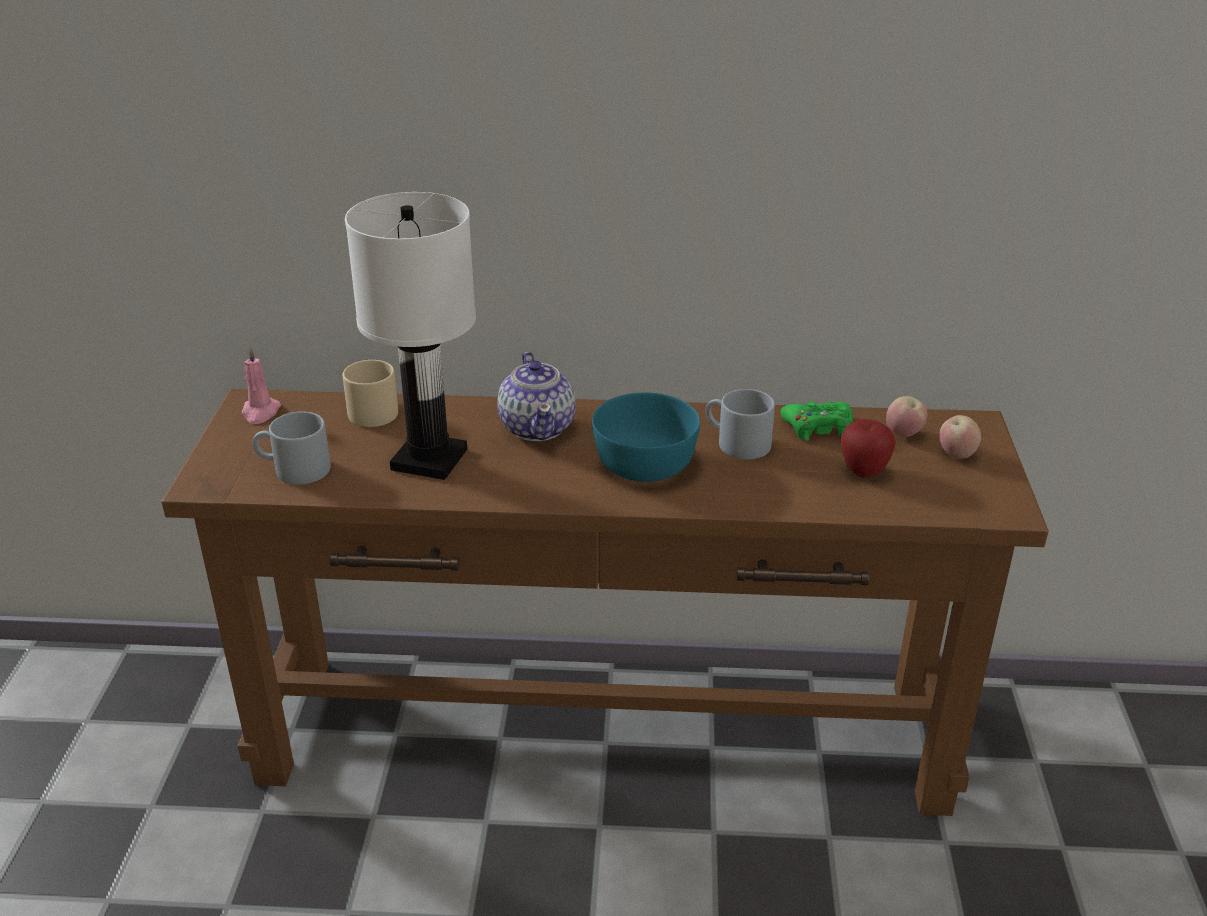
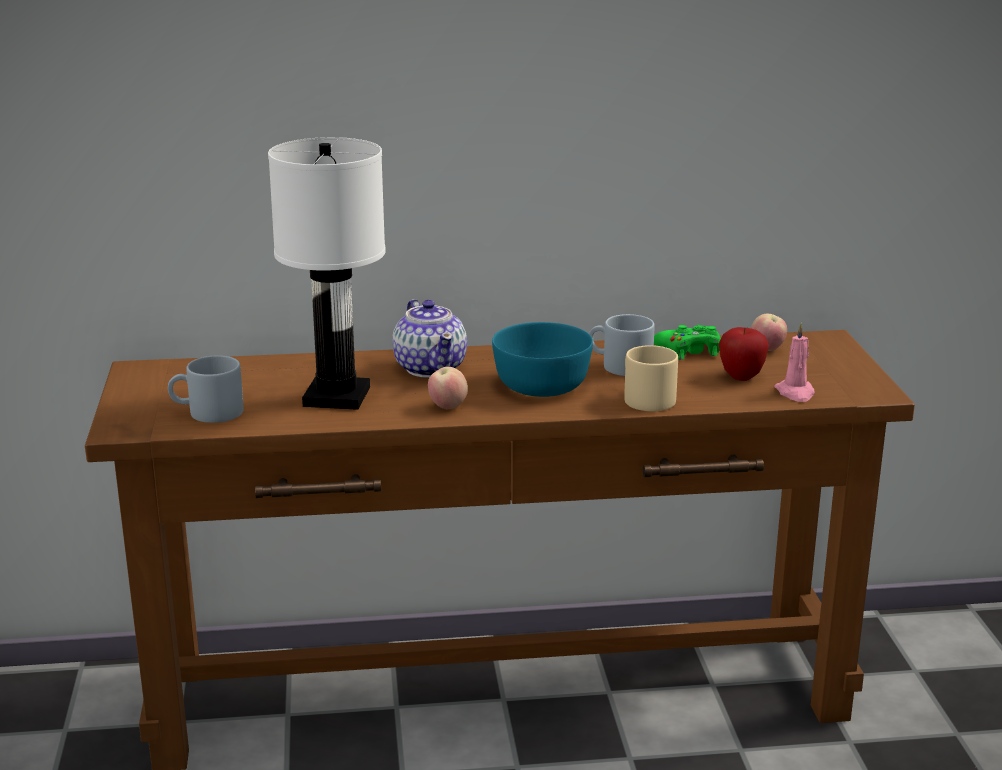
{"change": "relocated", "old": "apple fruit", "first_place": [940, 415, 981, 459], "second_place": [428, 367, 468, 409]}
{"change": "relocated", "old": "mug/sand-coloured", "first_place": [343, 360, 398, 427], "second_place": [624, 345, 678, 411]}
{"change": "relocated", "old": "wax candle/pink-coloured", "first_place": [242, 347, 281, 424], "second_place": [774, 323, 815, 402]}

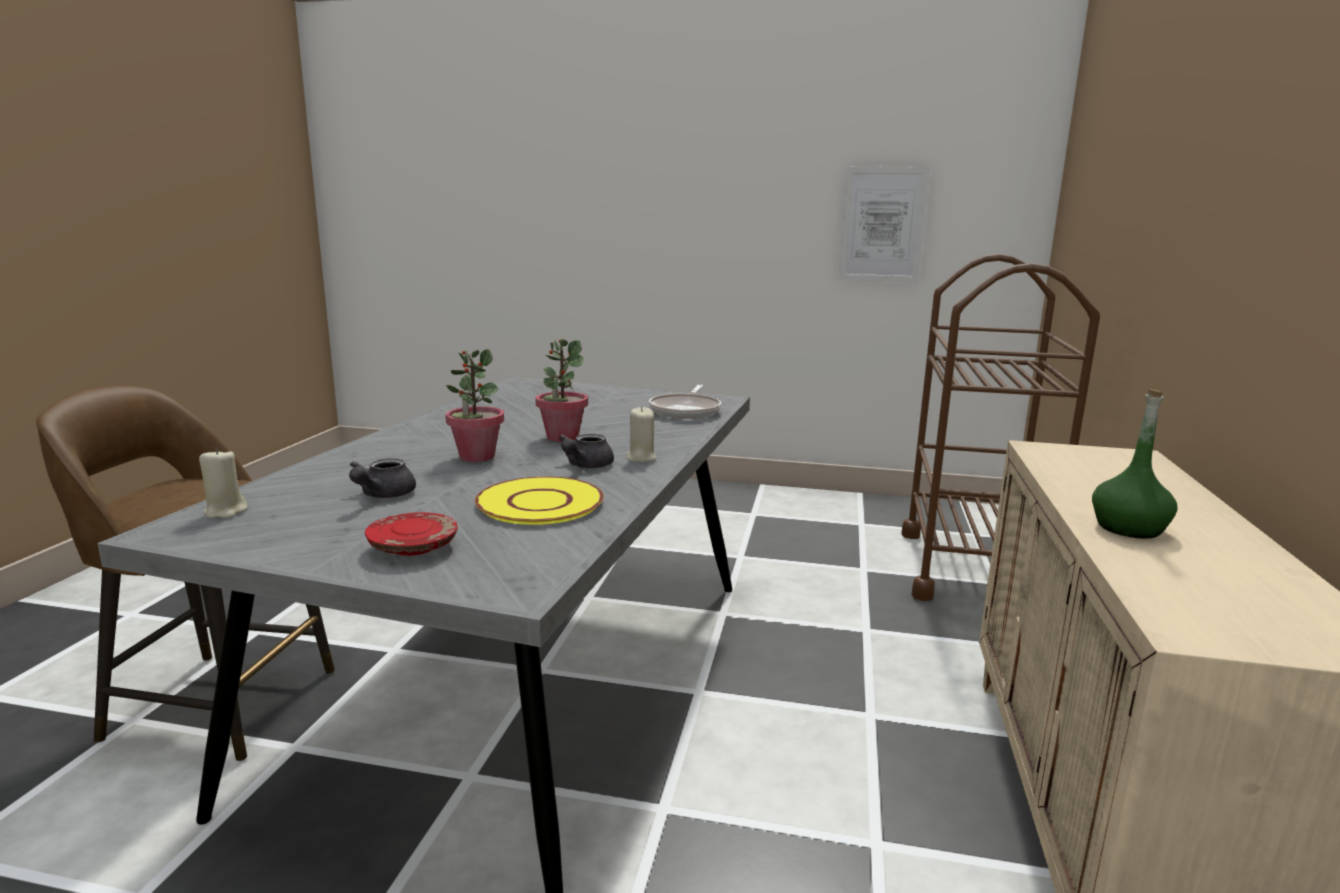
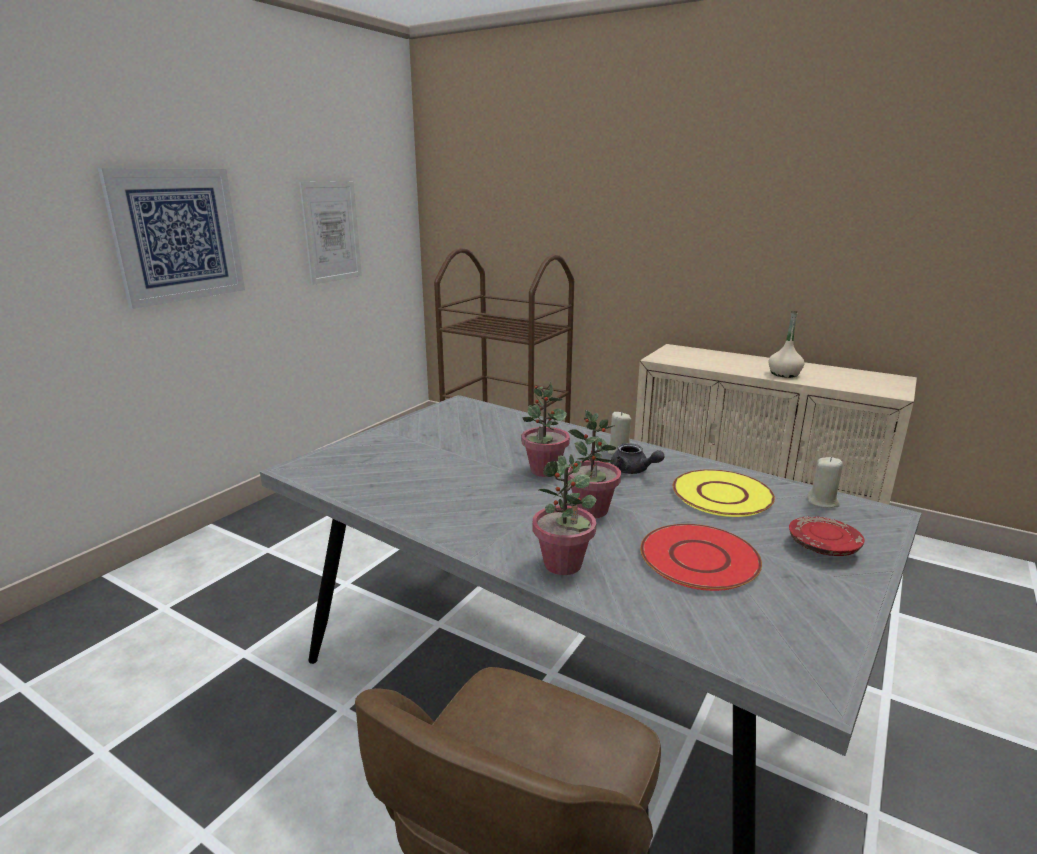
{"change": "appeared", "new": "wall picture", "second_place": [98, 168, 245, 309]}
{"change": "appeared", "new": "potted plant", "second_place": [533, 454, 597, 575]}
{"change": "exchanged", "old": "tea pot/grey", "new": "flat dish/reddish", "first_place": [349, 458, 416, 498], "second_place": [640, 524, 762, 591]}
{"change": "colour", "old": "beverage bottle/greenish", "new": "beverage bottle/sand-coloured", "first_place": [1092, 389, 1178, 539], "second_place": [768, 311, 805, 378]}
{"change": "relocated", "old": "wax candle/sand-coloured", "first_place": [199, 448, 248, 518], "second_place": [807, 457, 843, 508]}
{"change": "missing", "old": "frying pan", "first_place": [649, 385, 721, 419]}

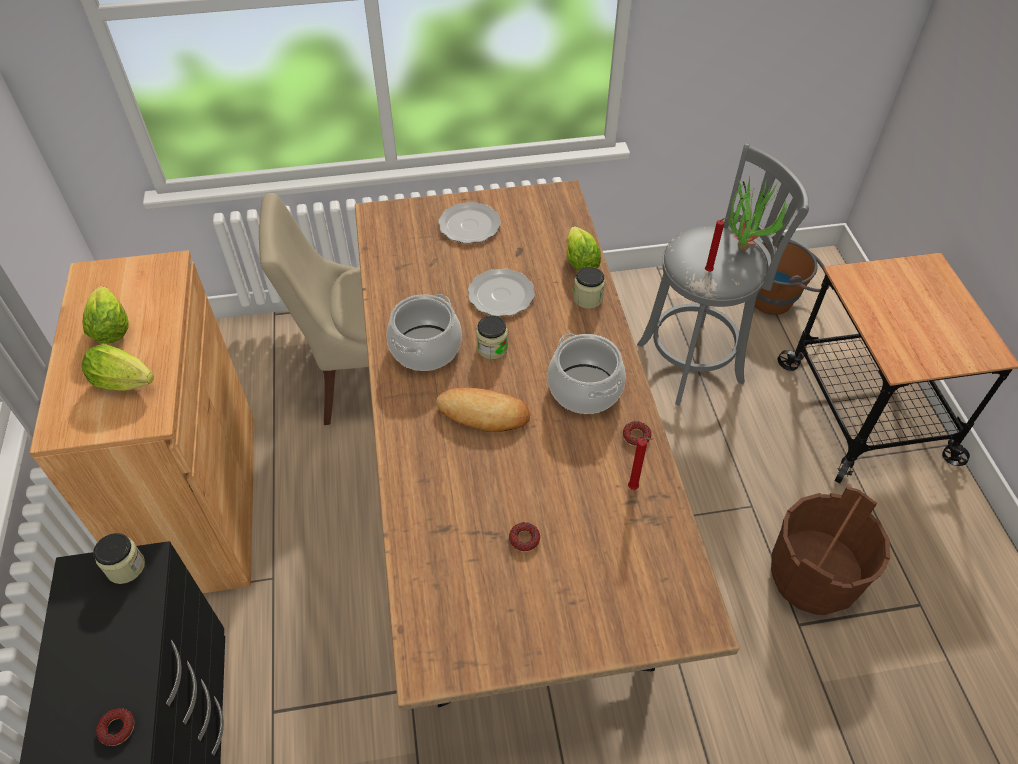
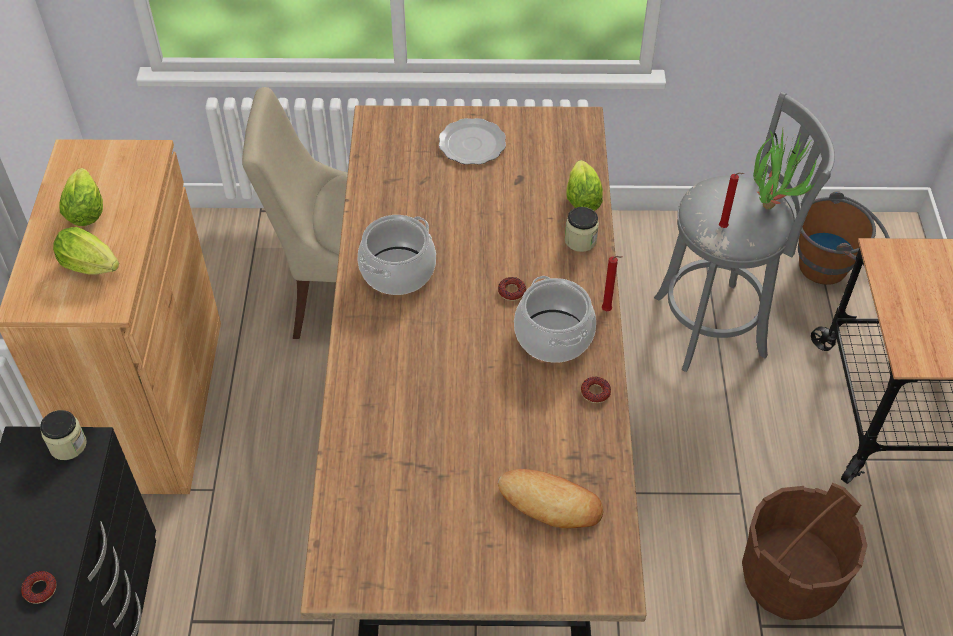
{"change": "relocated", "old": "doughnut", "first_place": [509, 522, 540, 552], "second_place": [498, 277, 526, 301]}
{"change": "relocated", "old": "bread", "first_place": [436, 387, 530, 432], "second_place": [498, 469, 603, 528]}
{"change": "relocated", "old": "wax candle/reddish", "first_place": [628, 438, 653, 490], "second_place": [602, 256, 622, 311]}
{"change": "missing", "old": "flat dish", "first_place": [468, 269, 535, 317]}
{"change": "missing", "old": "storage jar", "first_place": [476, 315, 508, 359]}

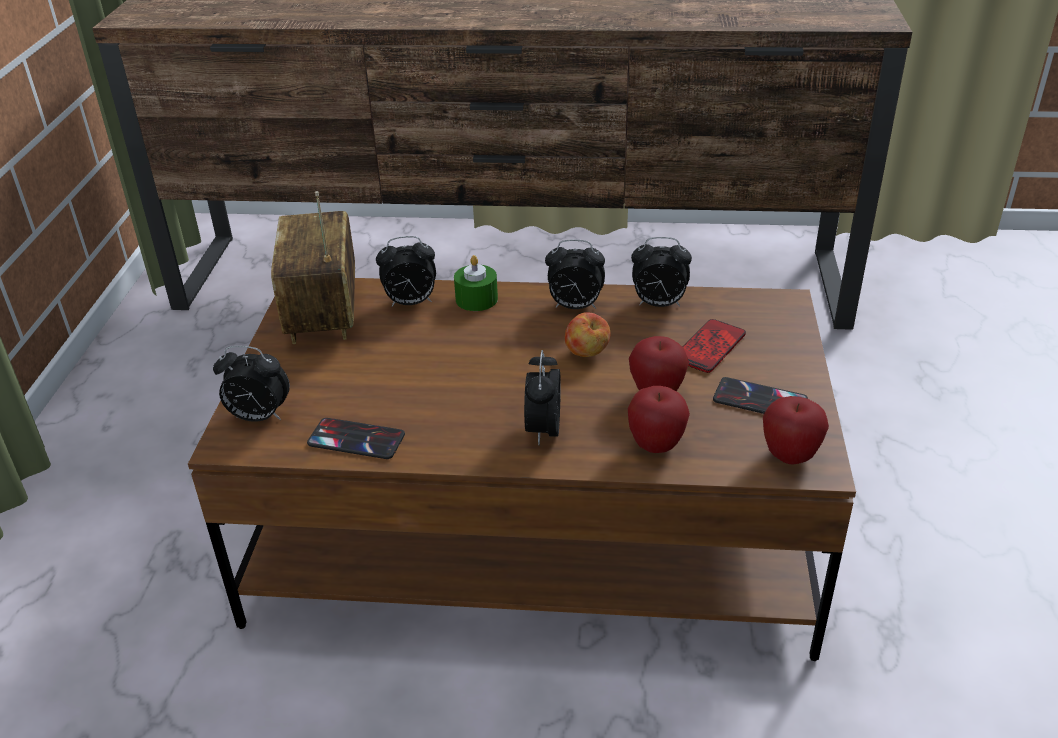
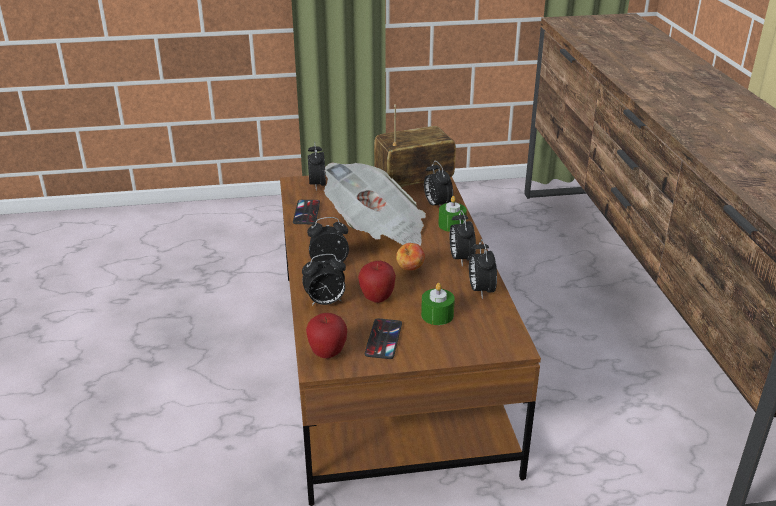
{"change": "exchanged", "old": "apple fruit", "new": "bedside clock", "first_place": [628, 386, 690, 453], "second_place": [302, 254, 346, 306]}
{"change": "appeared", "new": "daily paper", "second_place": [324, 163, 426, 246]}
{"change": "exchanged", "old": "handset", "new": "wax candle/greenish", "first_place": [683, 319, 746, 373], "second_place": [421, 283, 455, 325]}

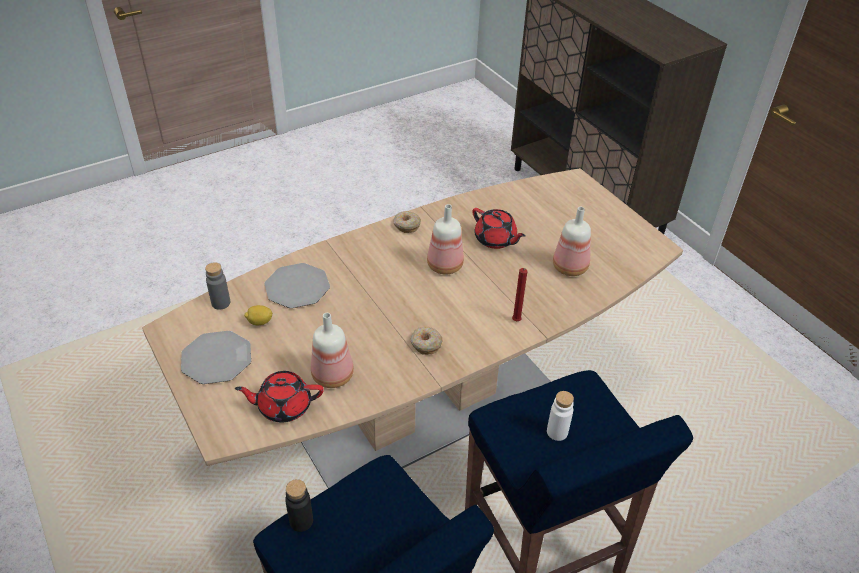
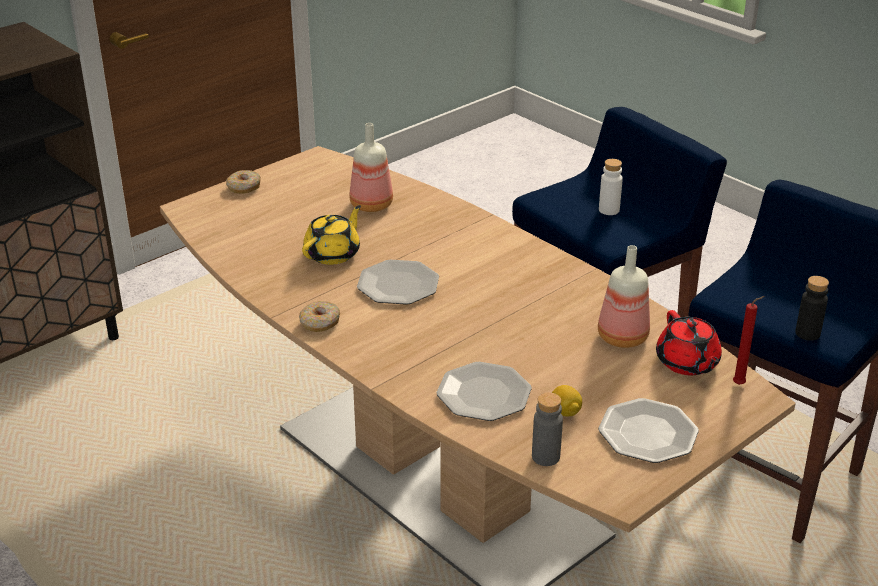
{"change": "relocated", "old": "doughnut", "first_place": [411, 327, 443, 355], "second_place": [226, 170, 261, 194]}
{"change": "colour", "old": "tea pot/reddish", "new": "tea pot/yellow-coloured", "first_place": [472, 208, 526, 249], "second_place": [302, 205, 361, 265]}
{"change": "exchanged", "old": "beverage bottle", "new": "flat dish", "first_place": [427, 204, 464, 275], "second_place": [357, 260, 439, 305]}
{"change": "relocated", "old": "wax candle/reddish", "first_place": [512, 268, 527, 321], "second_place": [733, 296, 765, 385]}

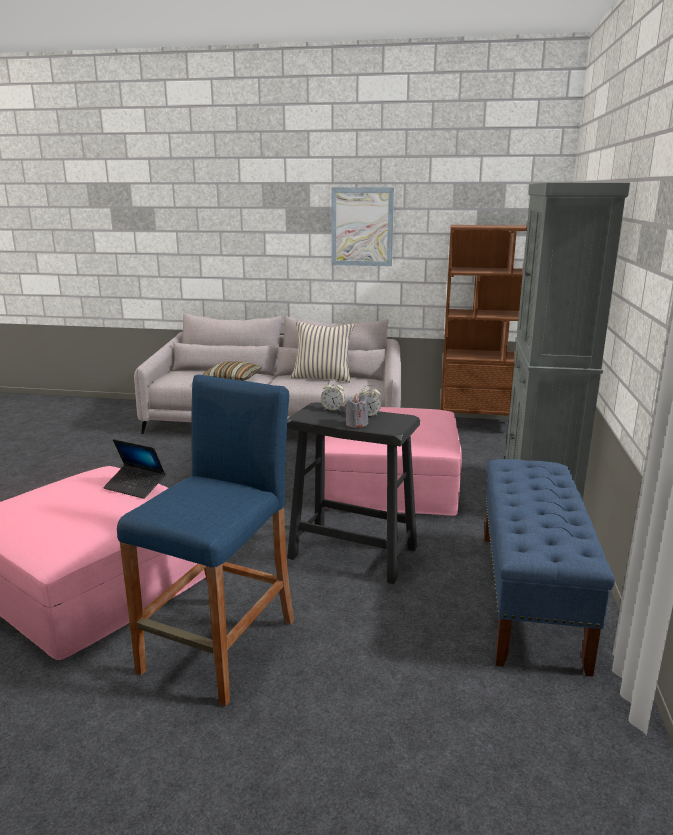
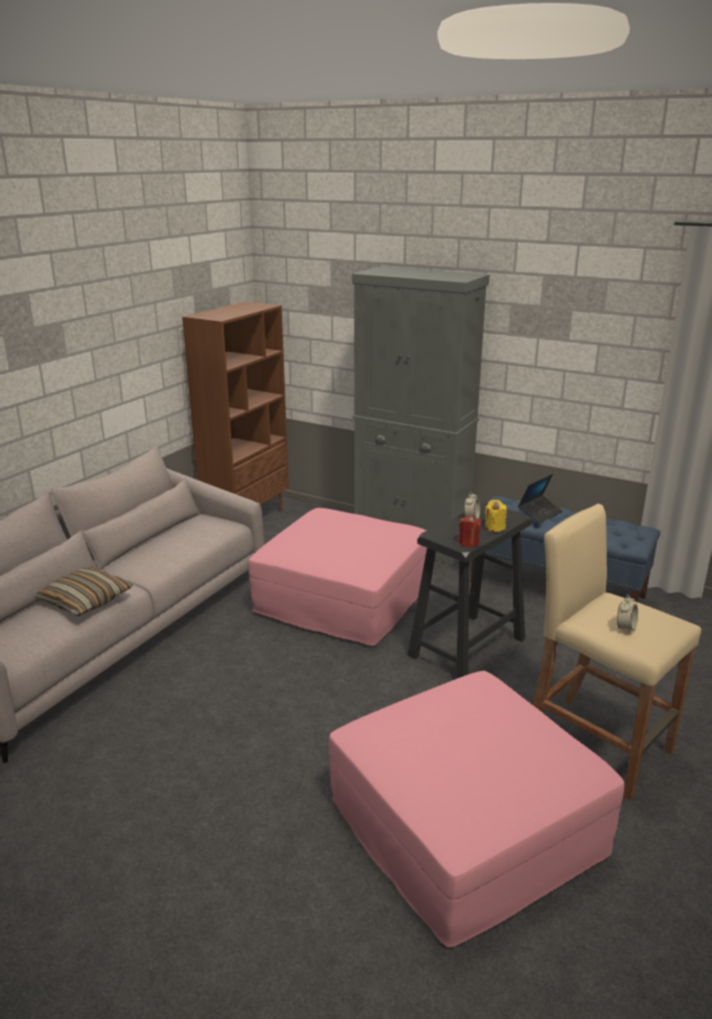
{"change": "appeared", "new": "wax candle/reddish", "second_place": [459, 516, 481, 547]}
{"change": "colour", "old": "wax candle/grey", "new": "wax candle/yellow-coloured", "first_place": [344, 394, 368, 428], "second_place": [485, 500, 507, 532]}
{"change": "relocated", "old": "portable computer", "first_place": [103, 439, 166, 499], "second_place": [518, 474, 563, 524]}
{"change": "colour", "old": "sitting stool/blue-coloured", "new": "sitting stool/sand-coloured", "first_place": [117, 375, 294, 706], "second_place": [533, 503, 701, 800]}
{"change": "relocated", "old": "bedside clock", "first_place": [321, 380, 345, 411], "second_place": [617, 594, 638, 634]}
{"change": "missing", "old": "throw pillow/sand-coloured", "first_place": [291, 321, 355, 382]}
{"change": "missing", "old": "wall picture", "first_place": [331, 187, 394, 266]}

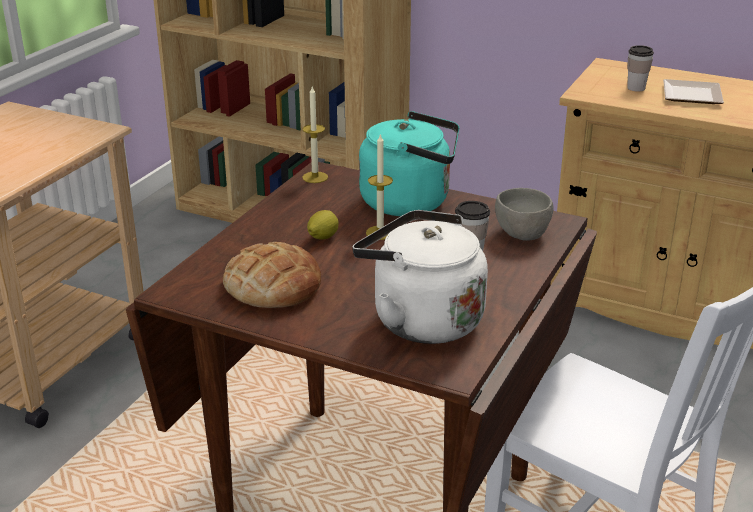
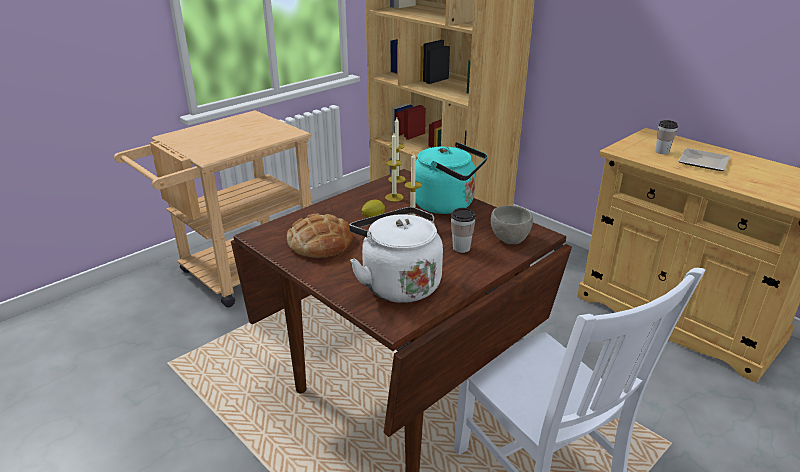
{"change": "appeared", "new": "wax candle", "second_place": [385, 133, 404, 202]}

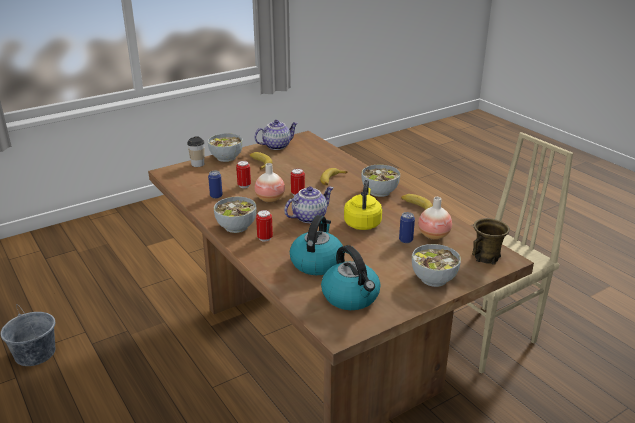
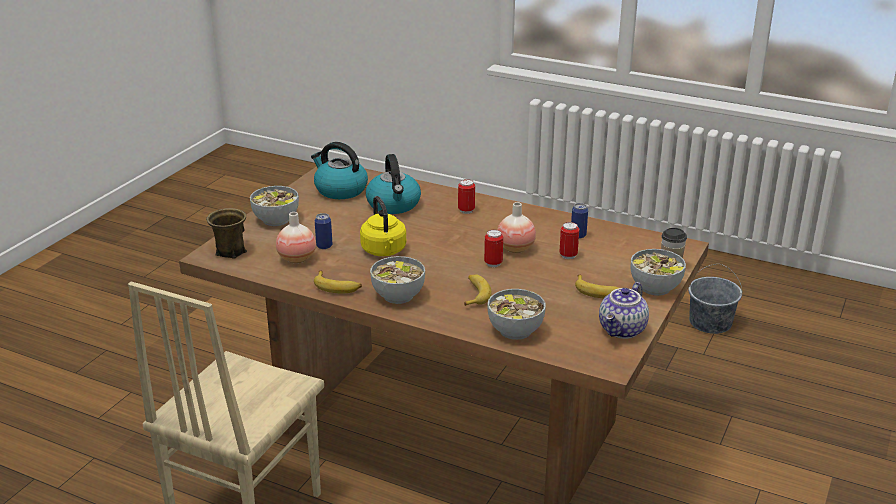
{"change": "relocated", "old": "bowl", "first_place": [214, 197, 257, 233], "second_place": [487, 289, 546, 340]}
{"change": "missing", "old": "tea pot", "first_place": [284, 186, 333, 223]}

